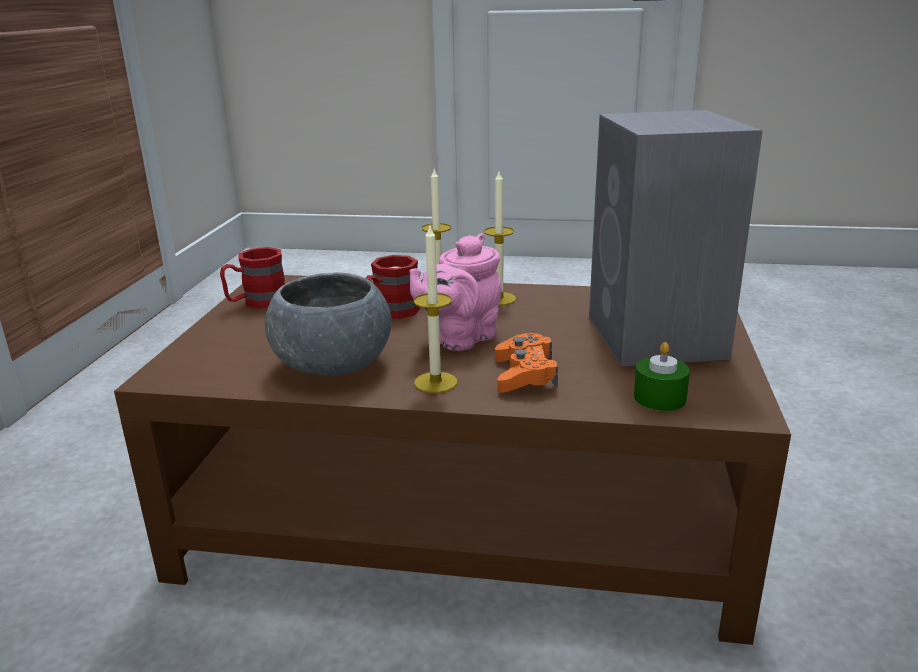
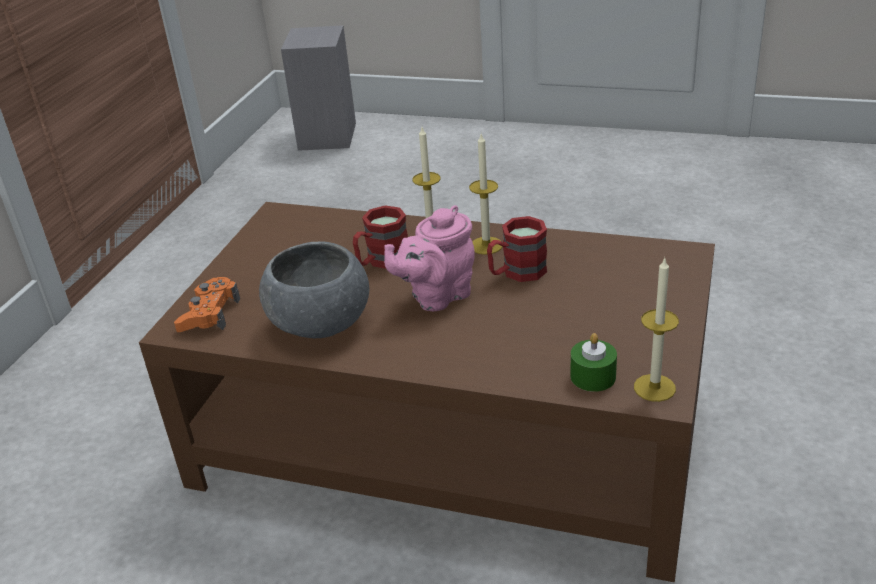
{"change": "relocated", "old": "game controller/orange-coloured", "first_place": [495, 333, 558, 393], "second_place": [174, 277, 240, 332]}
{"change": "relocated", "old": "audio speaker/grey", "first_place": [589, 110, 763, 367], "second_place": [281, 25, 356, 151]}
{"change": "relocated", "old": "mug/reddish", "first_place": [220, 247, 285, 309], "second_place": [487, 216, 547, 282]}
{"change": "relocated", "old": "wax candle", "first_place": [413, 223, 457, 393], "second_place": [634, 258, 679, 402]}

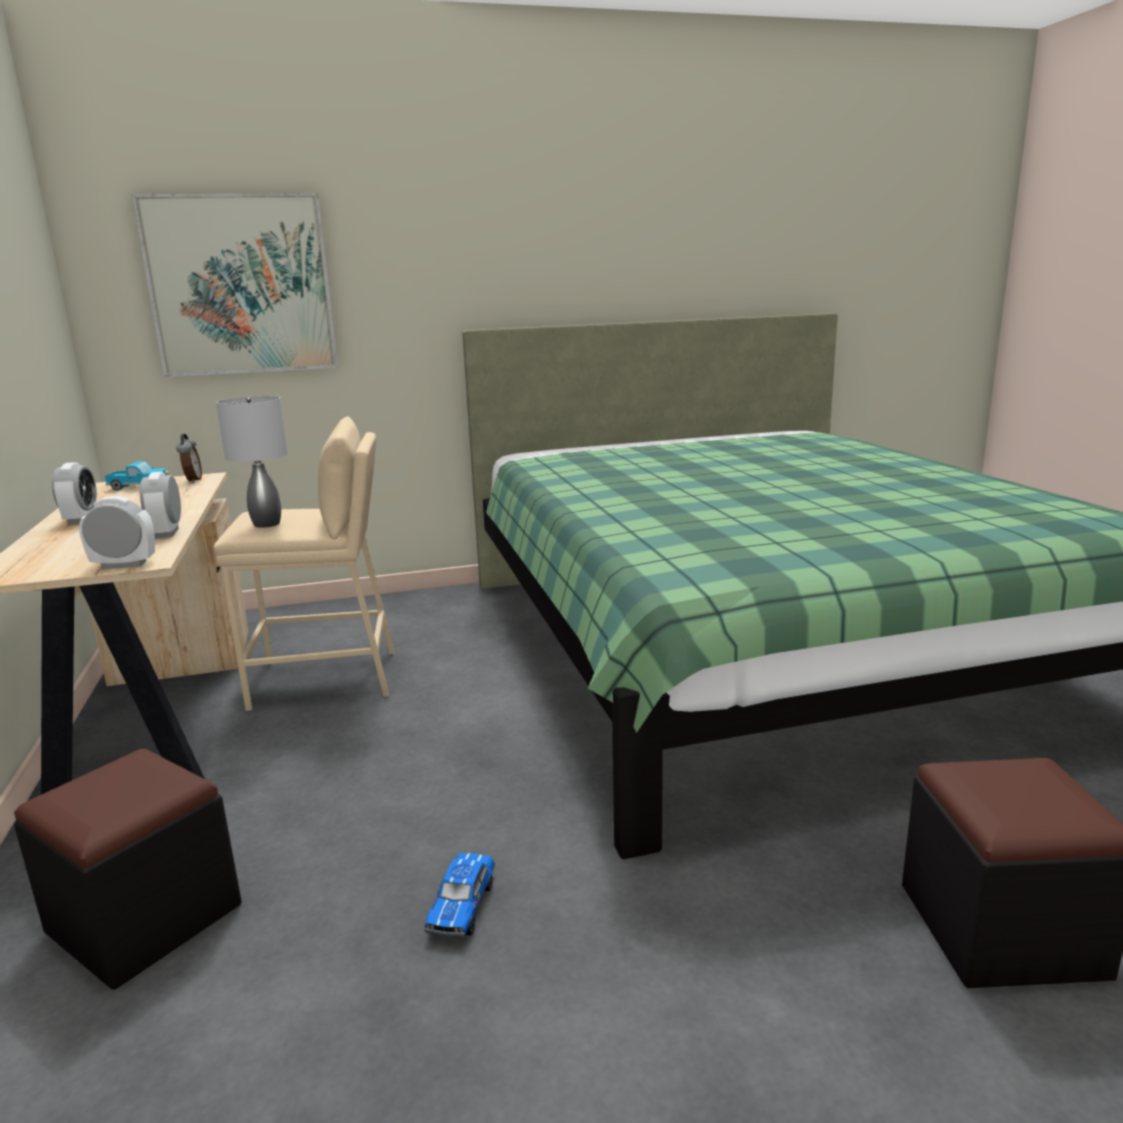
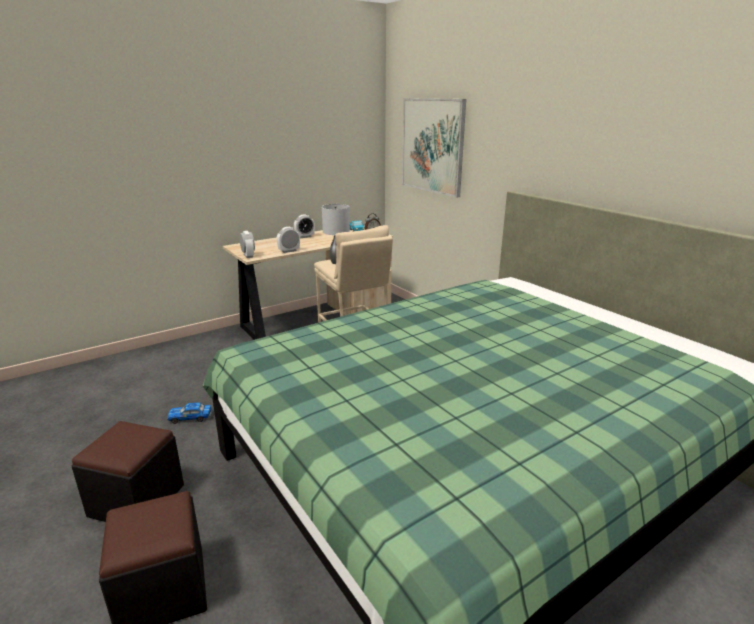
{"change": "relocated", "old": "ottoman/black", "first_place": [14, 748, 242, 990], "second_place": [72, 421, 184, 522]}

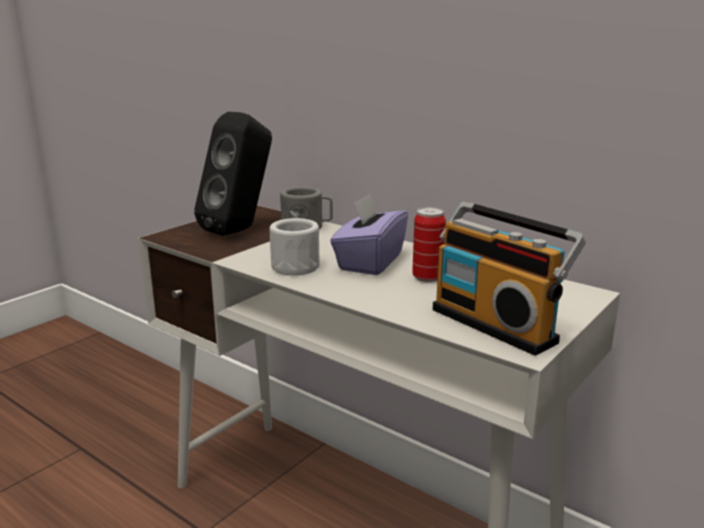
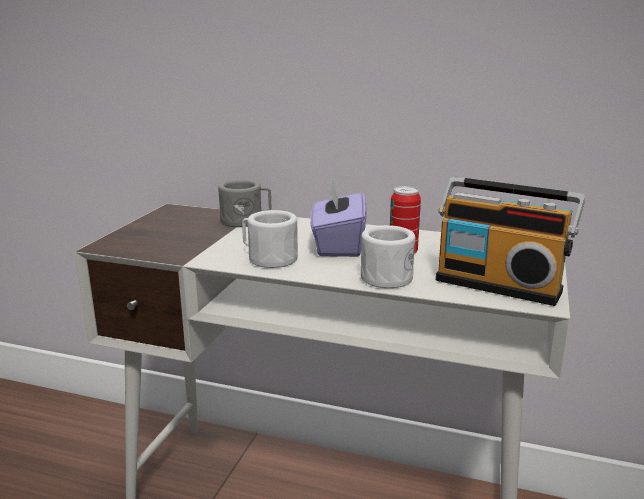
{"change": "appeared", "new": "mug/white", "second_place": [361, 225, 415, 288]}
{"change": "missing", "old": "audio speaker/black", "first_place": [194, 112, 272, 236]}

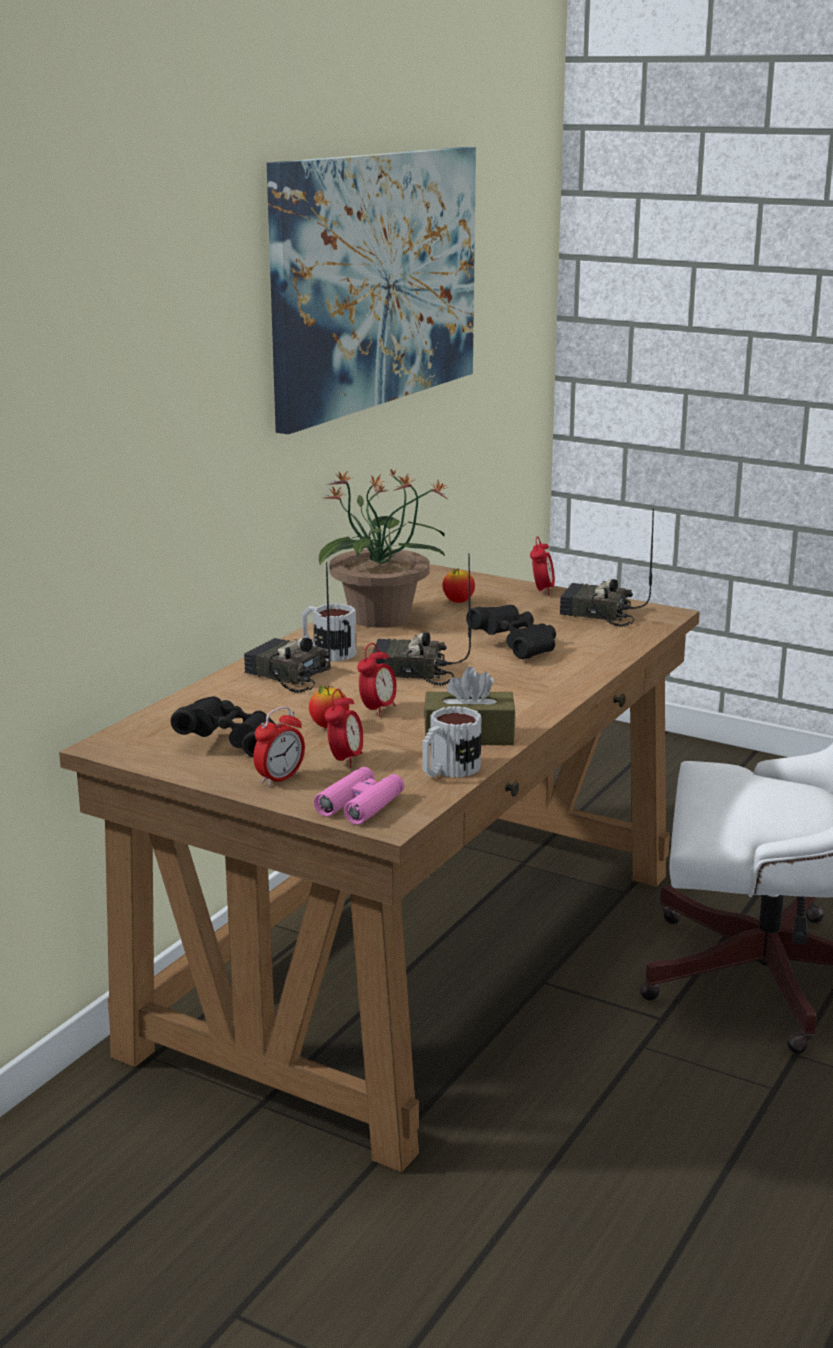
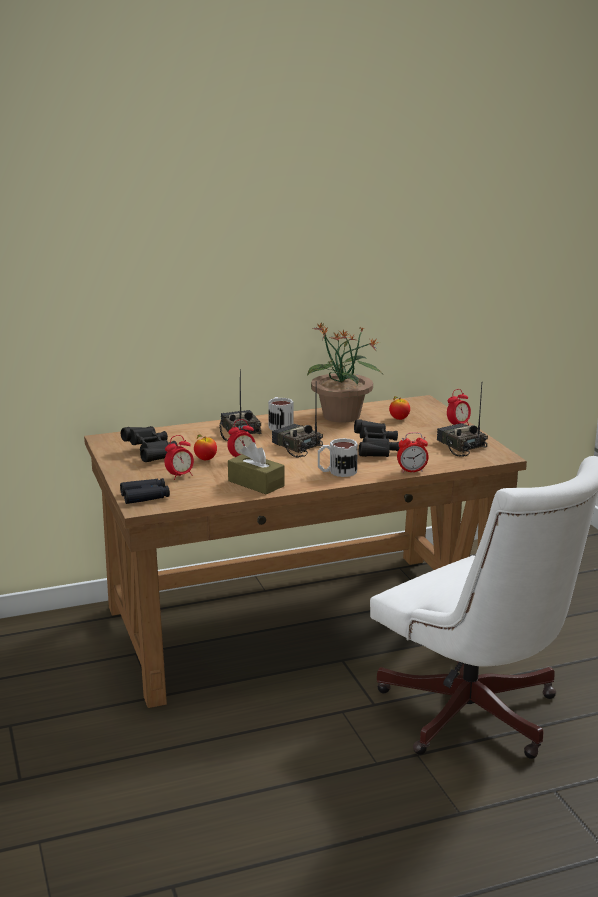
{"change": "colour", "old": "field glasses/pink-coloured", "new": "field glasses/black", "first_place": [314, 767, 404, 825], "second_place": [120, 478, 170, 504]}
{"change": "relocated", "old": "mug", "first_place": [422, 706, 481, 778], "second_place": [318, 438, 358, 477]}
{"change": "relocated", "old": "bedside clock", "first_place": [253, 706, 305, 786], "second_place": [397, 432, 429, 473]}
{"change": "missing", "old": "wall picture", "first_place": [267, 147, 476, 434]}

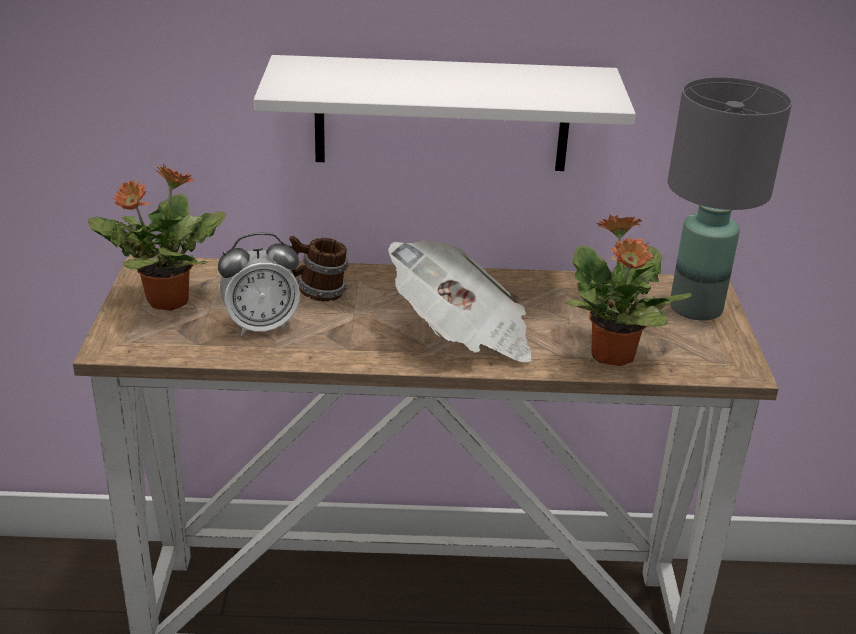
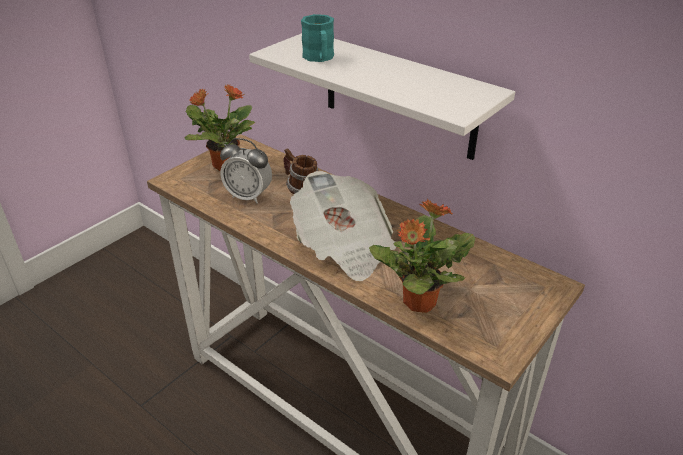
{"change": "appeared", "new": "mug/turquoise-coloured", "second_place": [301, 14, 334, 62]}
{"change": "missing", "old": "lamp for a table/grey", "first_place": [668, 77, 792, 321]}

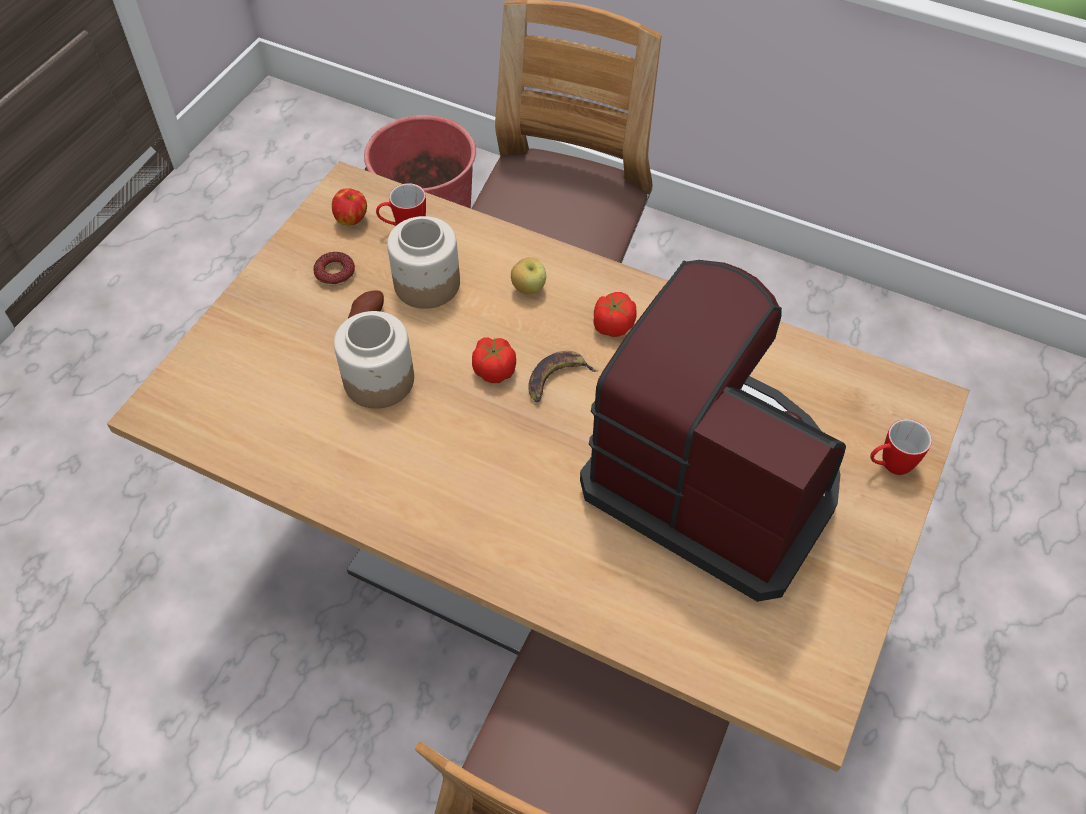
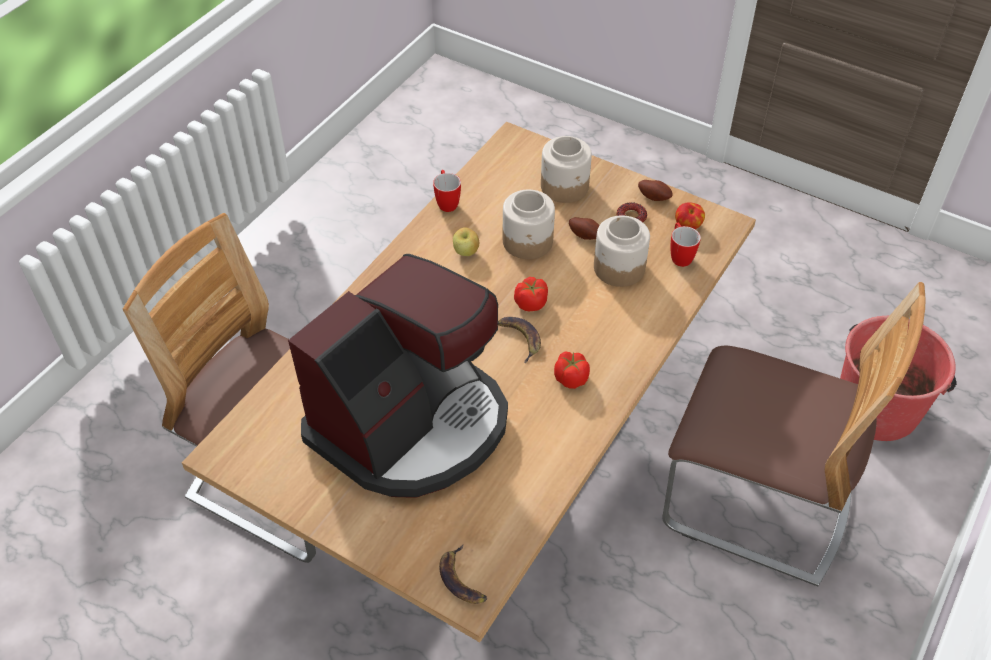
{"change": "relocated", "old": "mug", "first_place": [870, 419, 932, 475], "second_place": [433, 170, 461, 212]}
{"change": "appeared", "new": "banana fruit", "second_place": [439, 545, 487, 604]}
{"change": "relocated", "old": "apple fruit", "first_place": [511, 257, 546, 294], "second_place": [453, 227, 479, 256]}
{"change": "appeared", "new": "storage jar", "second_place": [541, 136, 592, 203]}
{"change": "appeared", "new": "spud", "second_place": [638, 180, 673, 201]}

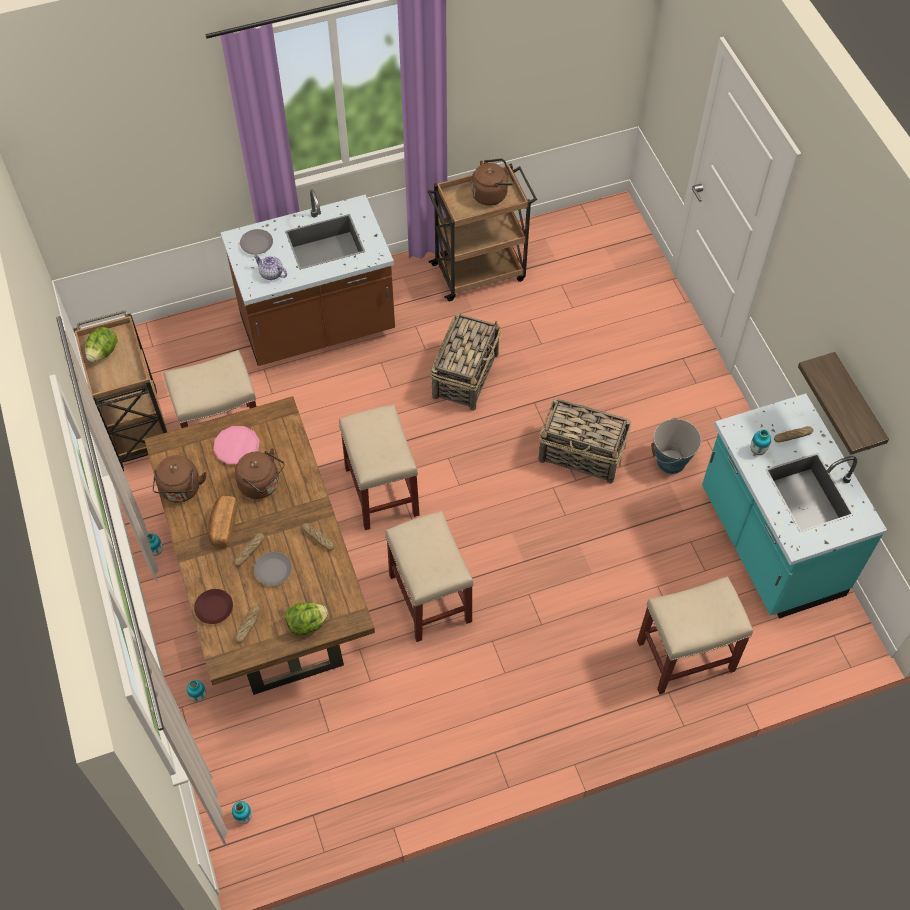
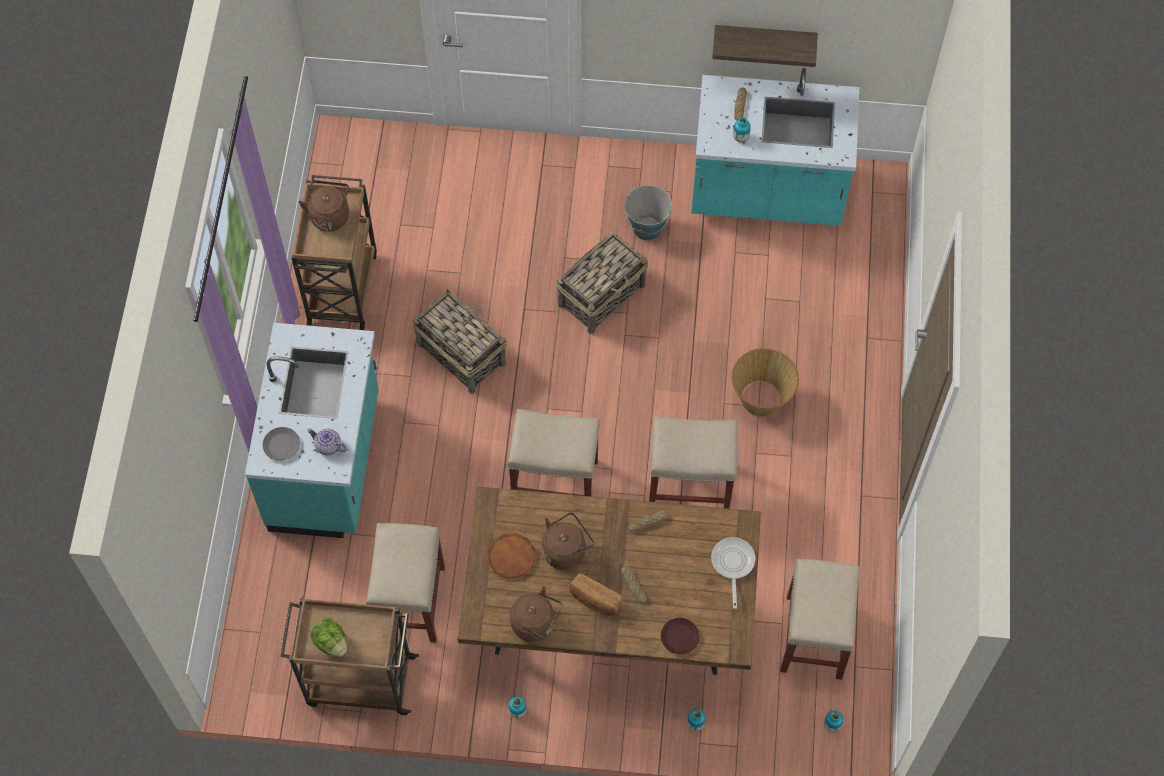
{"change": "colour", "old": "kitchen counter/brownish", "new": "kitchen counter/turquoise-coloured", "first_place": [221, 189, 395, 366], "second_place": [245, 323, 379, 538]}
{"change": "spun", "old": "tea pot", "first_place": [253, 254, 287, 280], "second_place": [307, 428, 347, 455], "degrees": 60}
{"change": "colour", "old": "flat dish/pink-coloured", "new": "flat dish/brownish", "first_place": [213, 426, 259, 464], "second_place": [487, 533, 536, 578]}
{"change": "exchanged", "old": "head of lettuce", "new": "frying pan", "first_place": [285, 602, 328, 635], "second_place": [711, 537, 755, 609]}
{"change": "appeared", "new": "storage basket", "second_place": [731, 348, 799, 417]}
{"change": "relocated", "old": "sitting stool/sand-coloured", "first_place": [637, 576, 753, 694], "second_place": [780, 559, 859, 680]}
{"change": "missing", "old": "bread", "first_place": [235, 605, 261, 643]}
{"change": "missing", "old": "flat dish/grey", "first_place": [254, 552, 292, 586]}

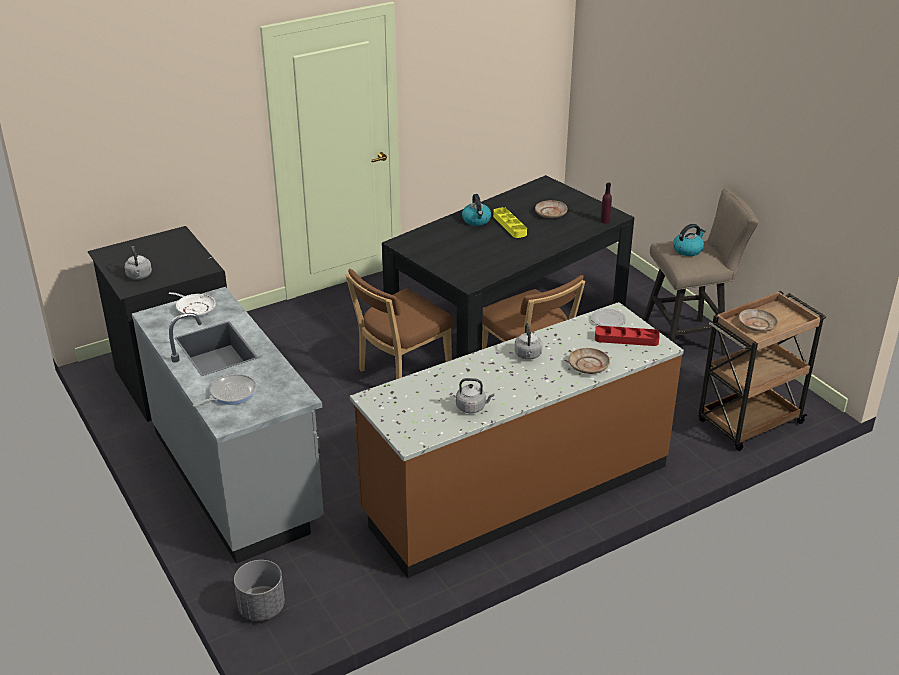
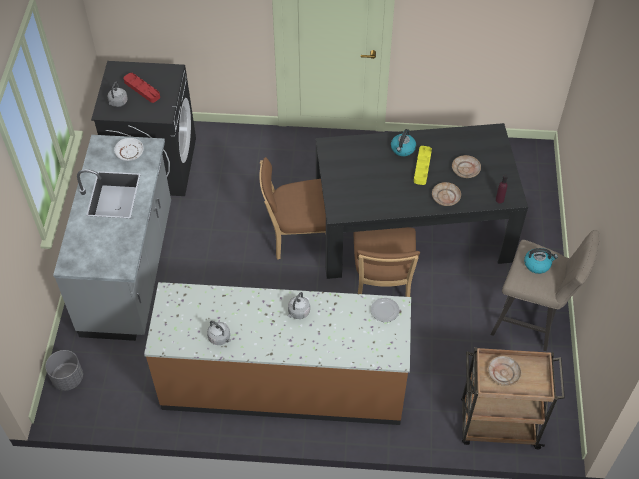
{"change": "relocated", "old": "serving tray/reddish", "first_place": [595, 326, 660, 346], "second_place": [123, 73, 160, 103]}
{"change": "relocated", "old": "flat dish/sand-coloured", "first_place": [568, 348, 610, 374], "second_place": [432, 182, 461, 206]}
{"change": "missing", "old": "frying pan", "first_place": [193, 374, 257, 407]}

